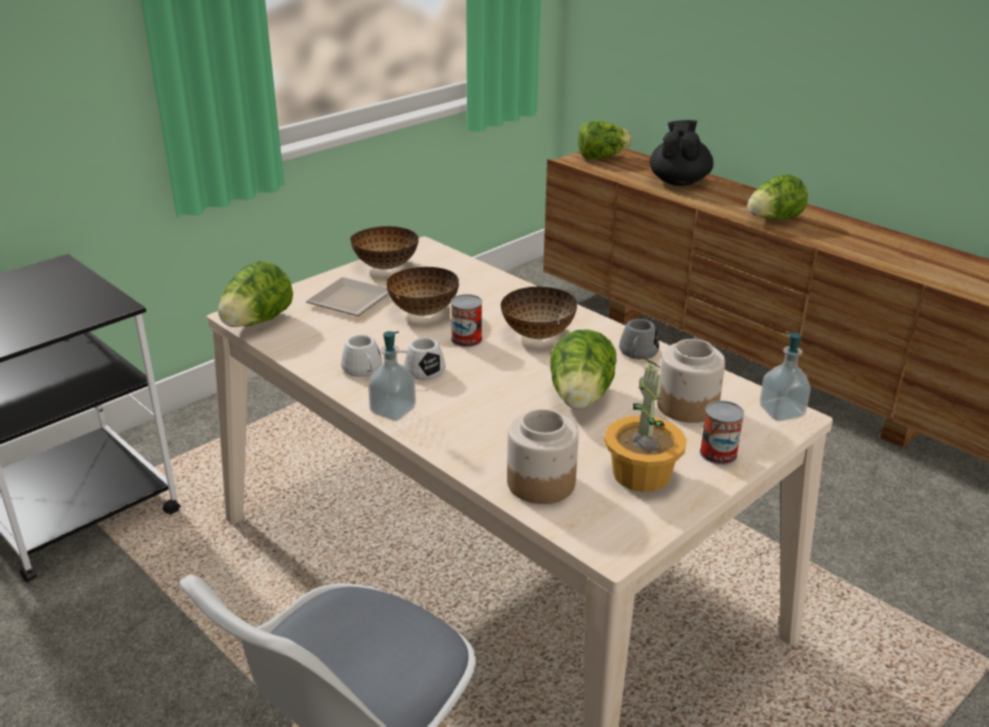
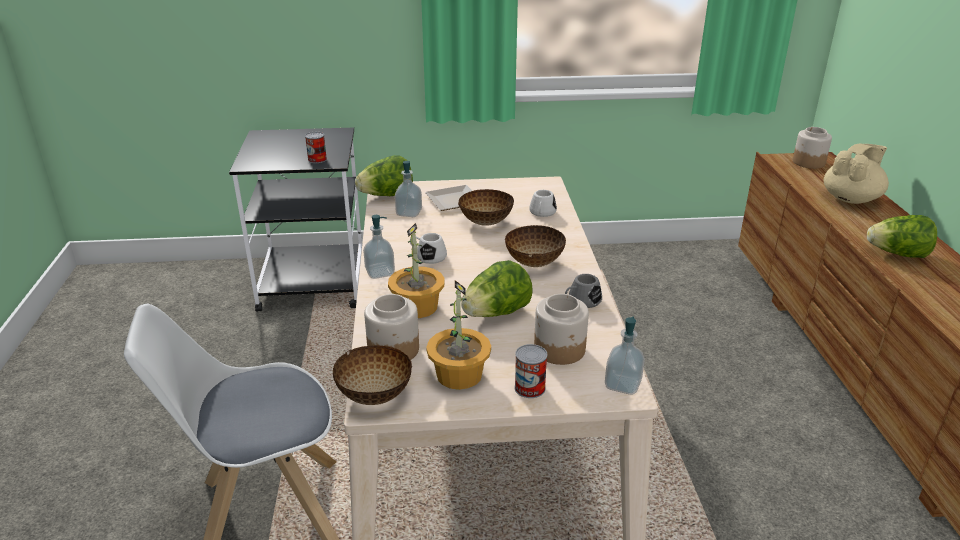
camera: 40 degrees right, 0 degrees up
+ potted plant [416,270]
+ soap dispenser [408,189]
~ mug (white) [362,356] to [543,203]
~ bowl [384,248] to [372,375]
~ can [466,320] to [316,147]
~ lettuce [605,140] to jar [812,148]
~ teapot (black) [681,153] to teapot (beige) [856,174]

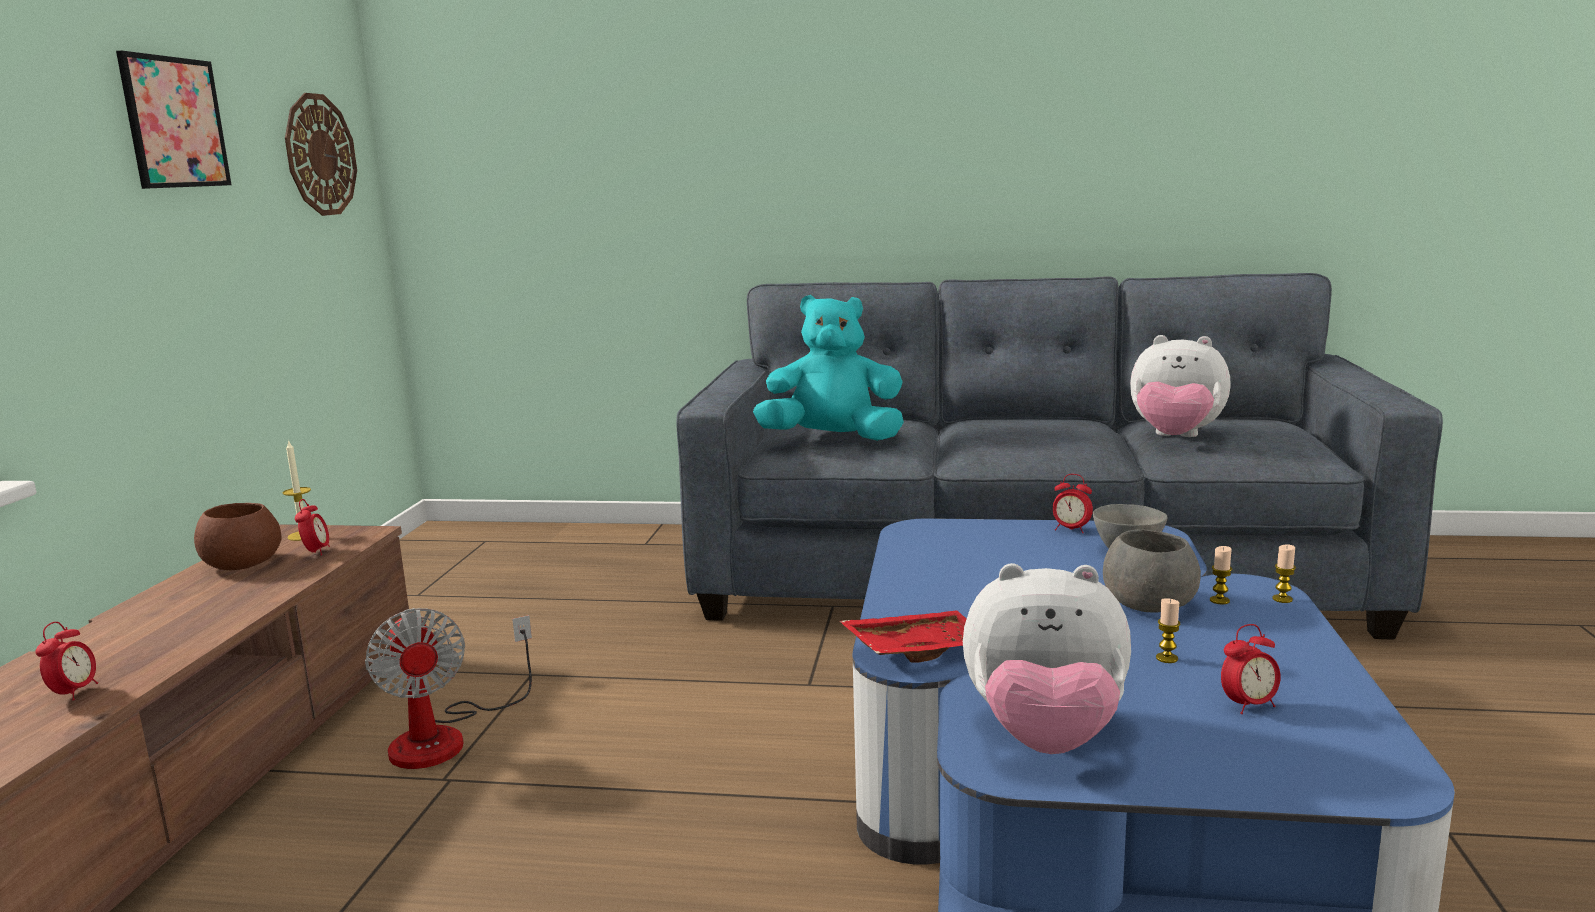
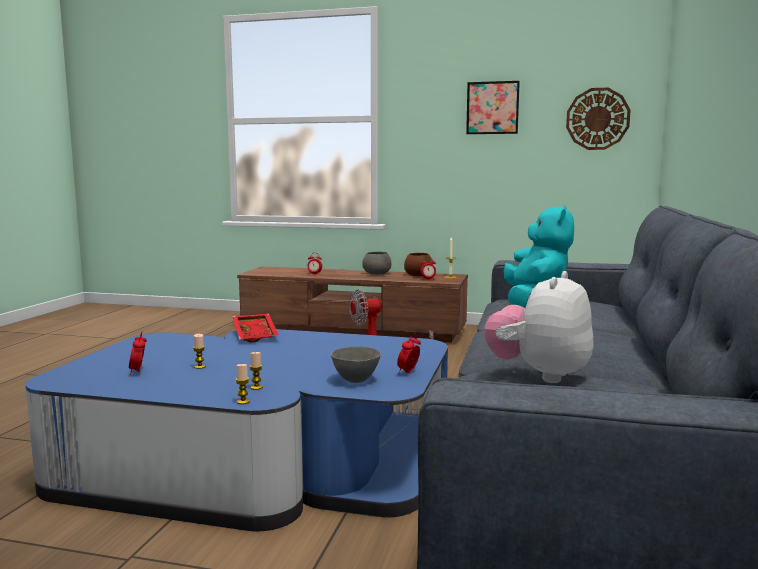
camera: 95 degrees right, 5 degrees down
- plush toy [1047,658]
~ bowl (grey) [1152,571] to [376,263]

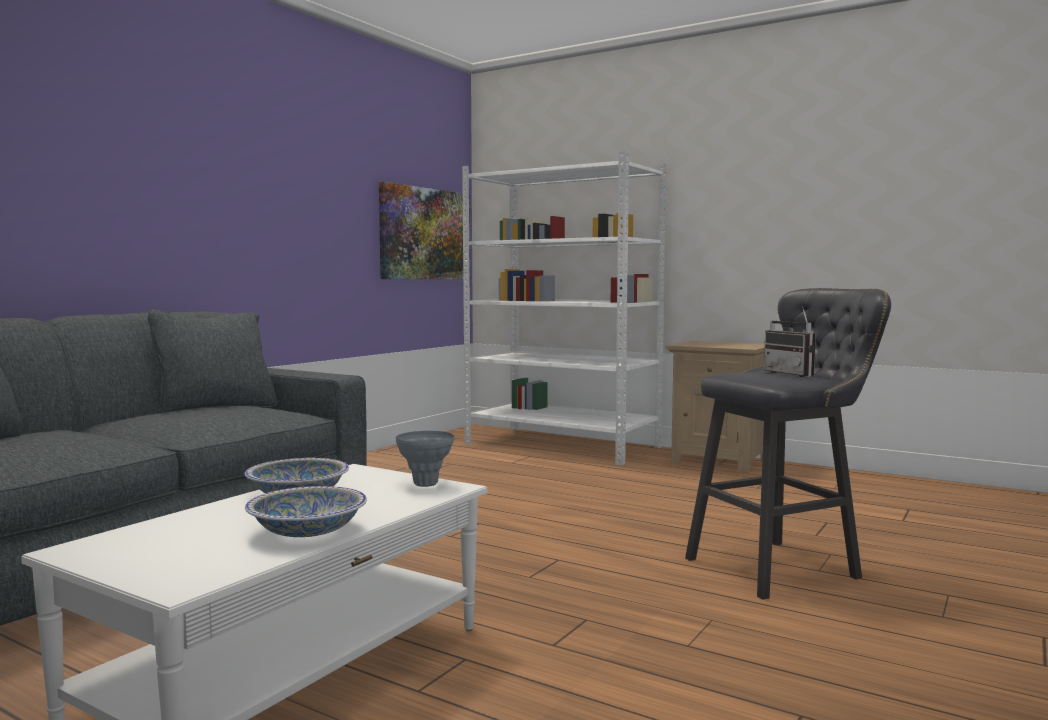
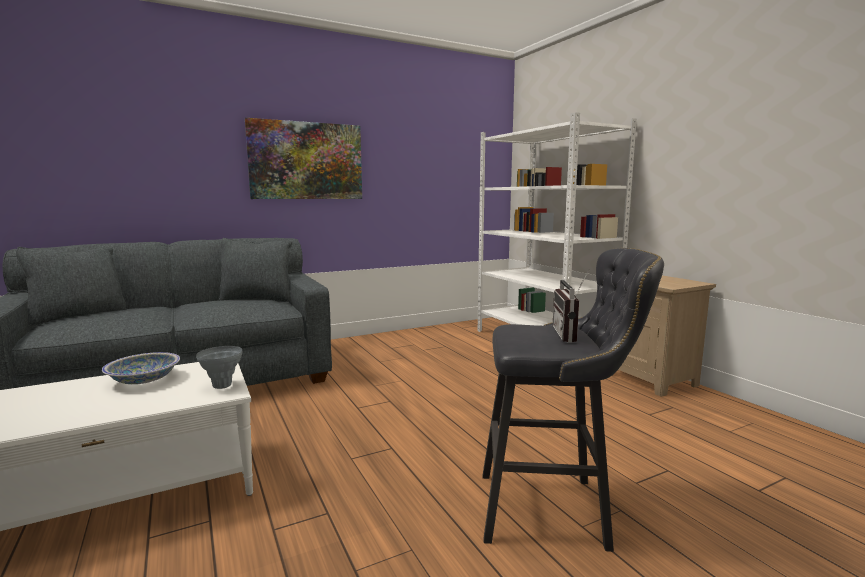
camera: 30 degrees right, 5 degrees up
- bowl [306,511]
~ picture [424,230] to [303,158]

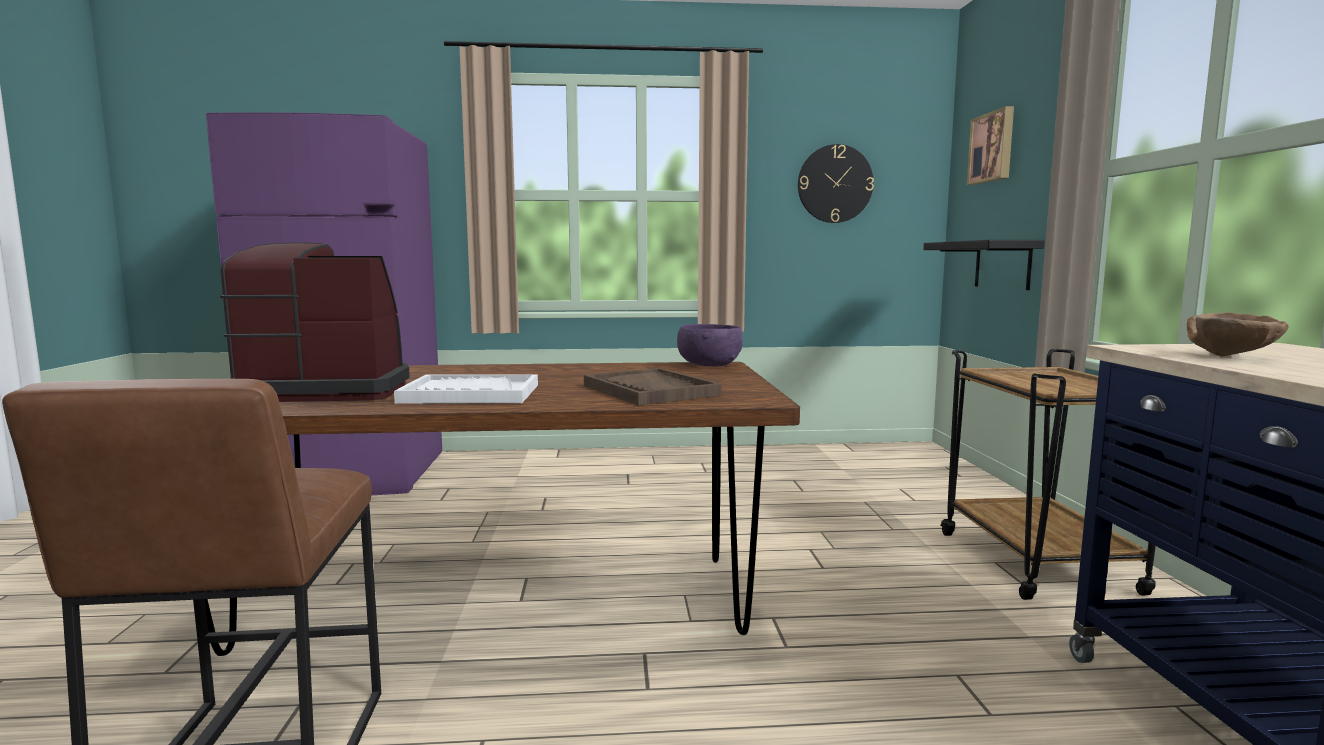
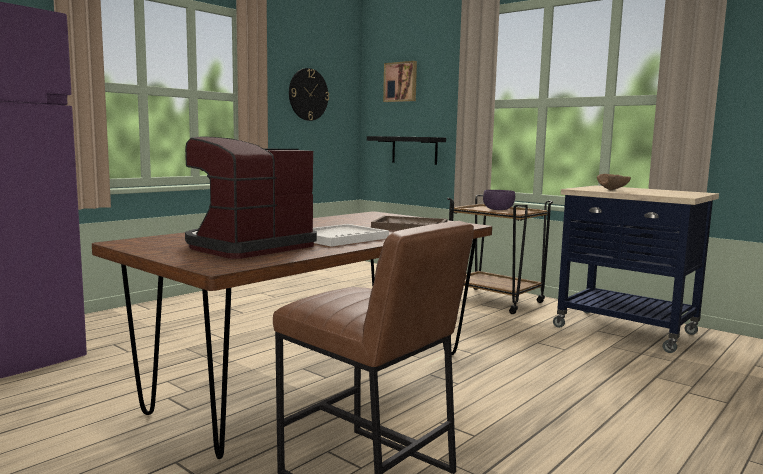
camera: 45 degrees left, 0 degrees up
~ bowl (purple) [709,345] to [499,200]

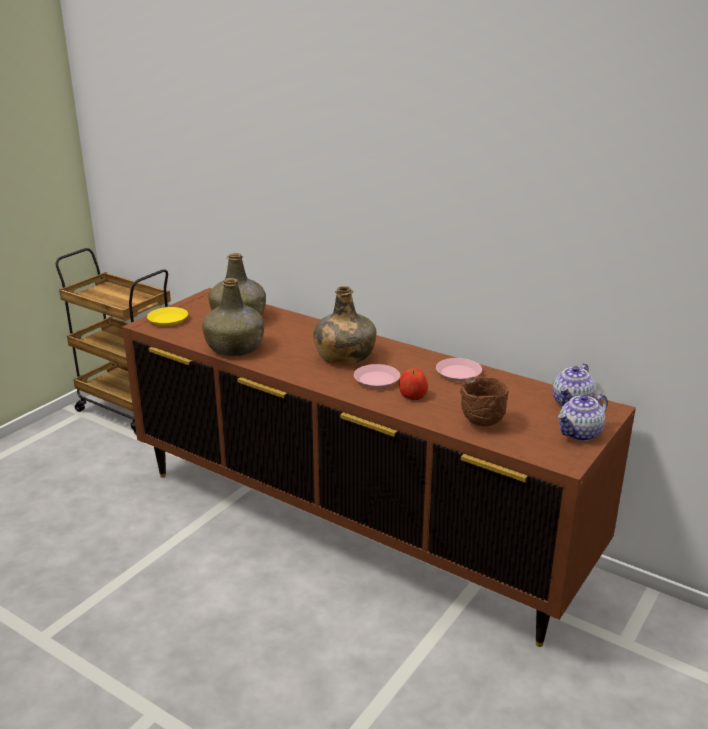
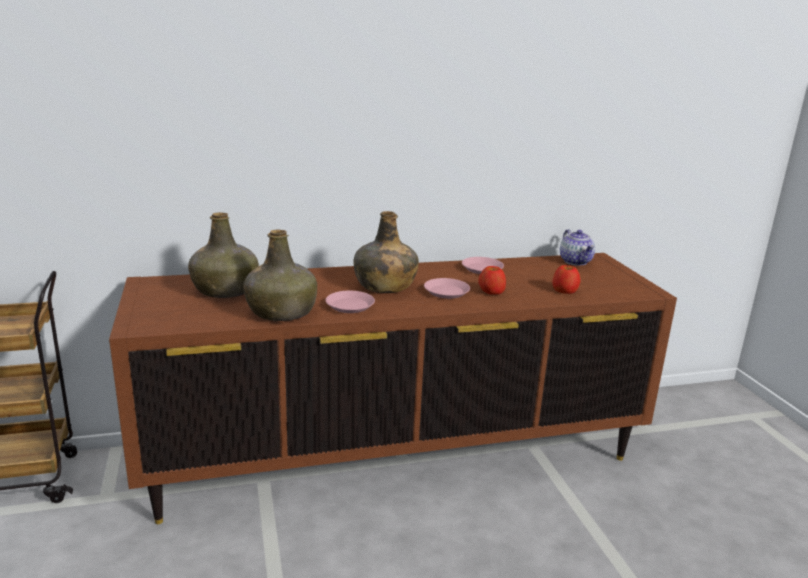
camera: 50 degrees left, 5 degrees down
- plate (yellow) [167,316]
- teapot [583,417]
+ plate (pink) [350,302]
~ bowl (brown) [484,402] to apple [566,279]

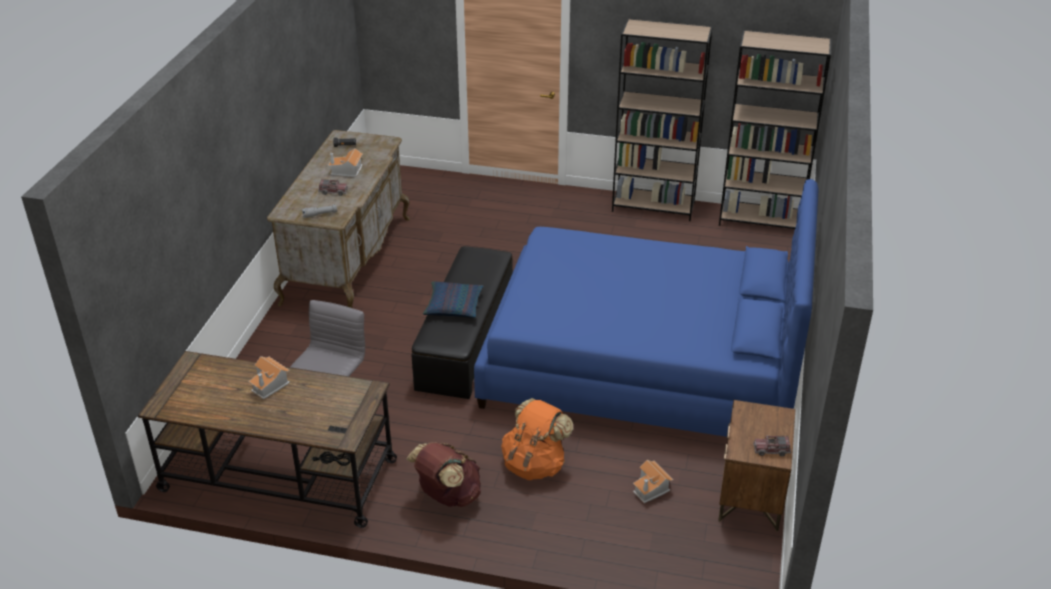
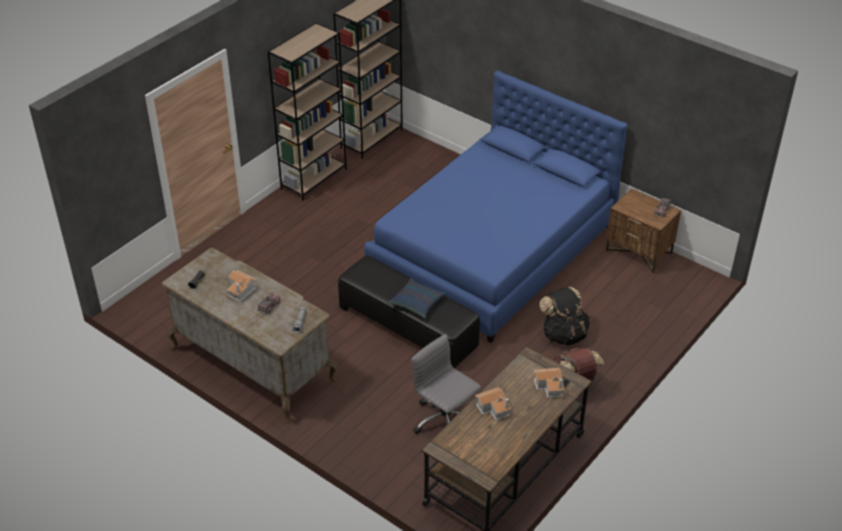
camera: 65 degrees left, 5 degrees up
~ toy house [653,481] to [549,383]
~ backpack (orange) [537,439] to backpack (black) [564,316]

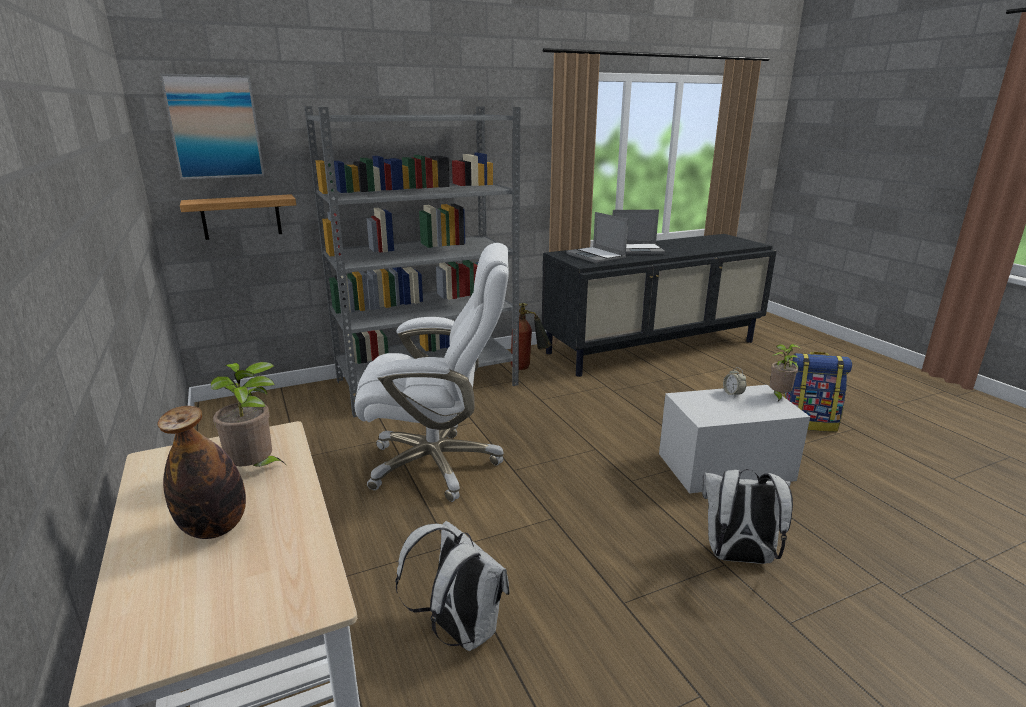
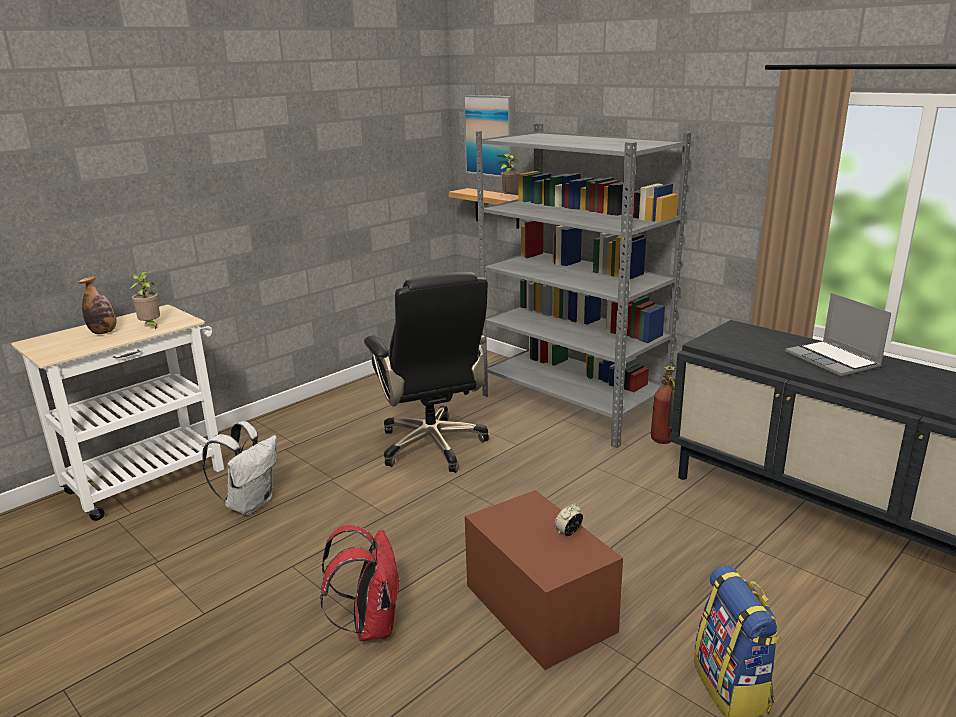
camera: 70 degrees right, 0 degrees up
- laptop [597,237]
~ potted plant [785,373] to [508,175]
~ office chair (white) [432,372] to office chair (black) [426,372]
~ storage box (white) [734,439] to storage box (brown) [544,580]
~ backpack (white) [747,516] to backpack (red) [360,583]

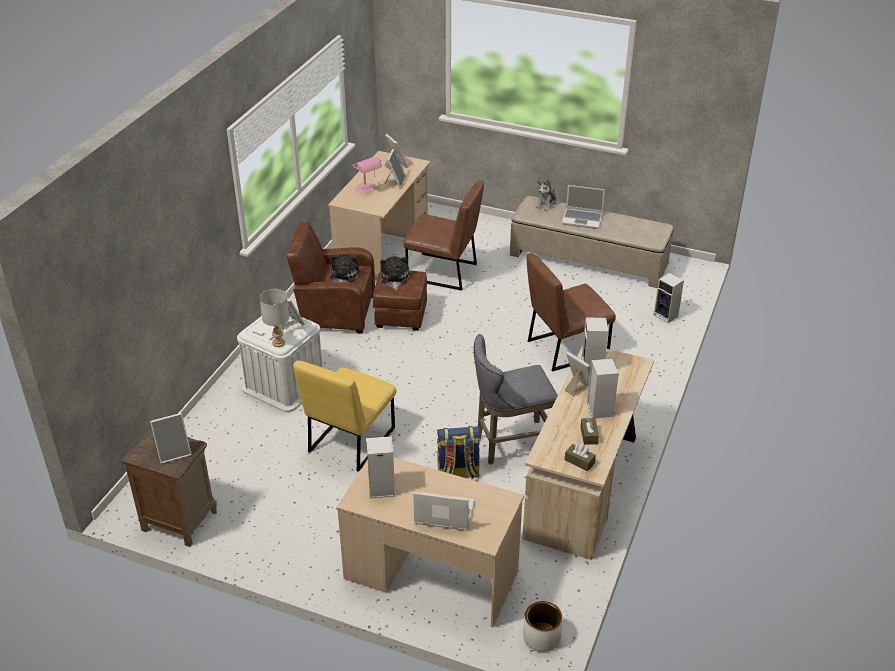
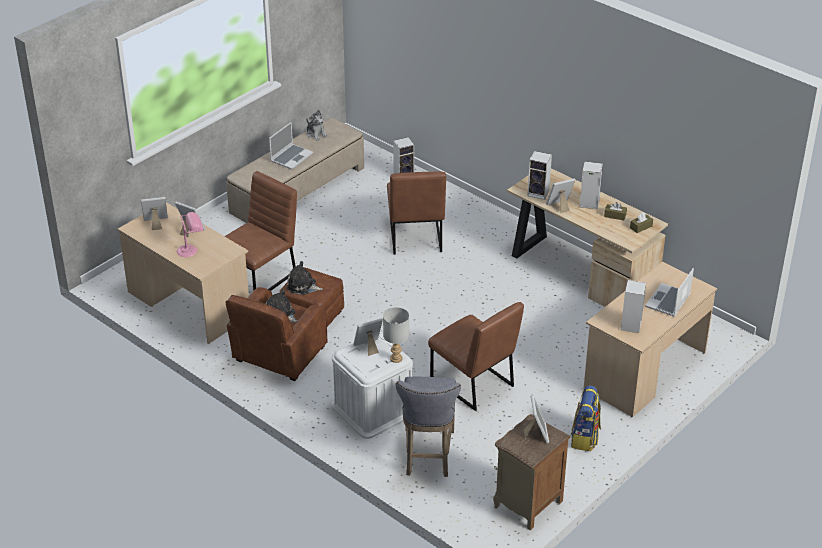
camera: 70 degrees left, 0 degrees up
- planter (white) [543,626]
~ backpack [459,452] to [586,418]
~ stool (grey) [515,399] to [428,427]
~ plush toy [545,196] to [317,125]
~ chair (yellow) [344,416] to chair (brown) [476,356]

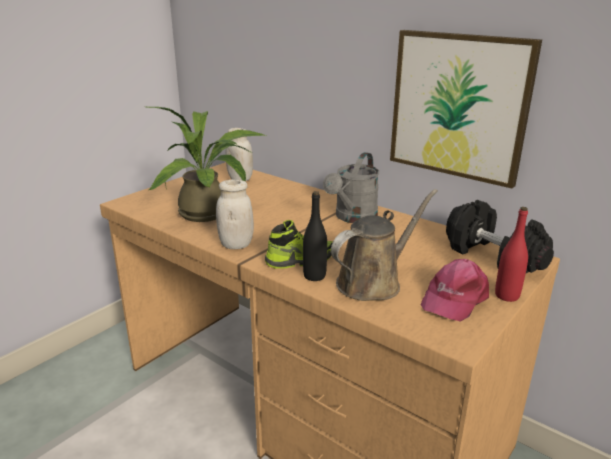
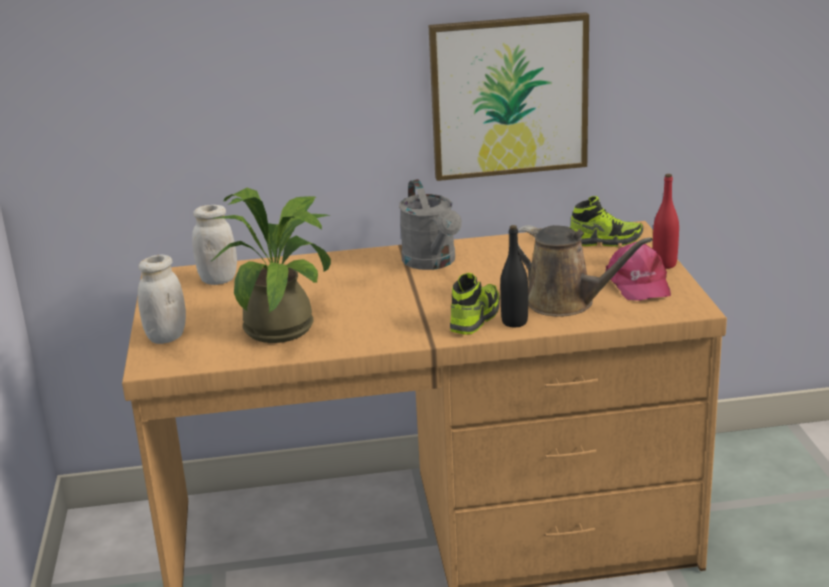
camera: 45 degrees left, 0 degrees up
~ jar (white) [235,214] to [162,299]
~ dumbbell (black) [500,236] to shoe [606,221]
~ watering can (brown) [384,245] = [585,271] 120 degrees clockwise

